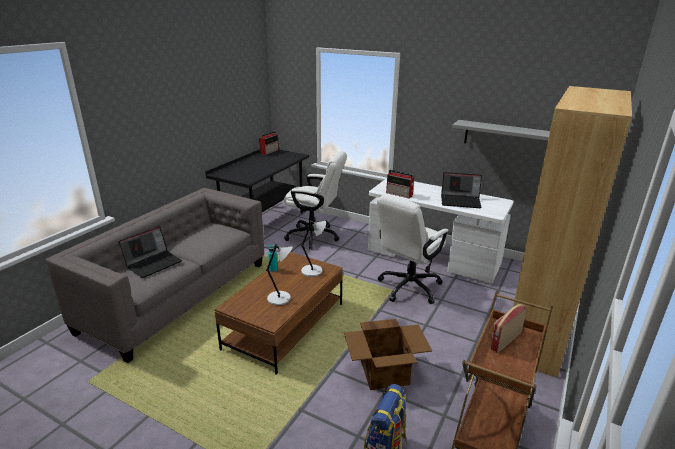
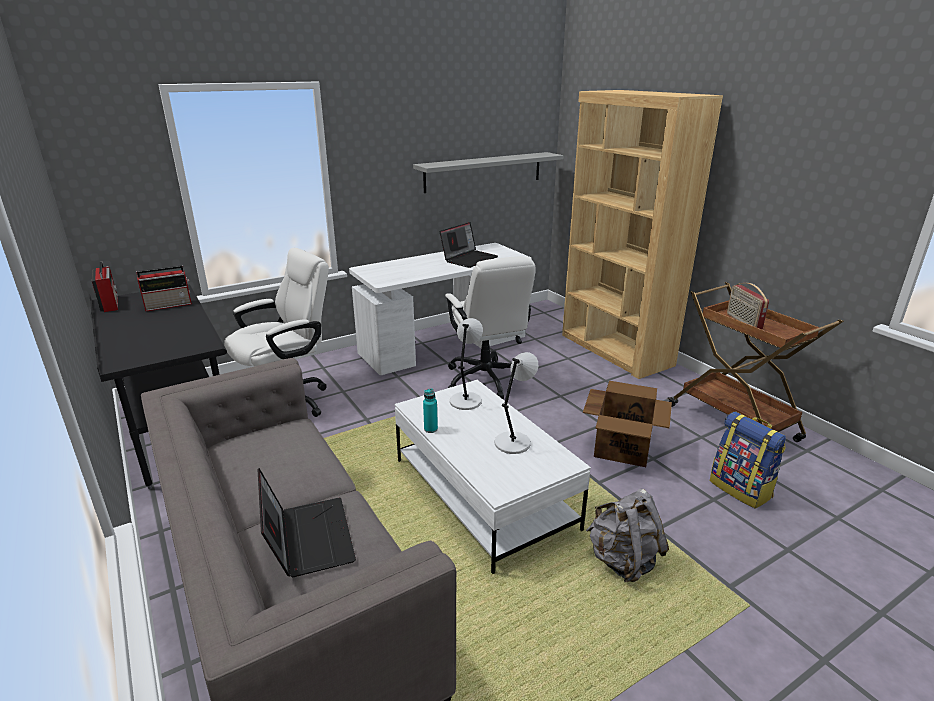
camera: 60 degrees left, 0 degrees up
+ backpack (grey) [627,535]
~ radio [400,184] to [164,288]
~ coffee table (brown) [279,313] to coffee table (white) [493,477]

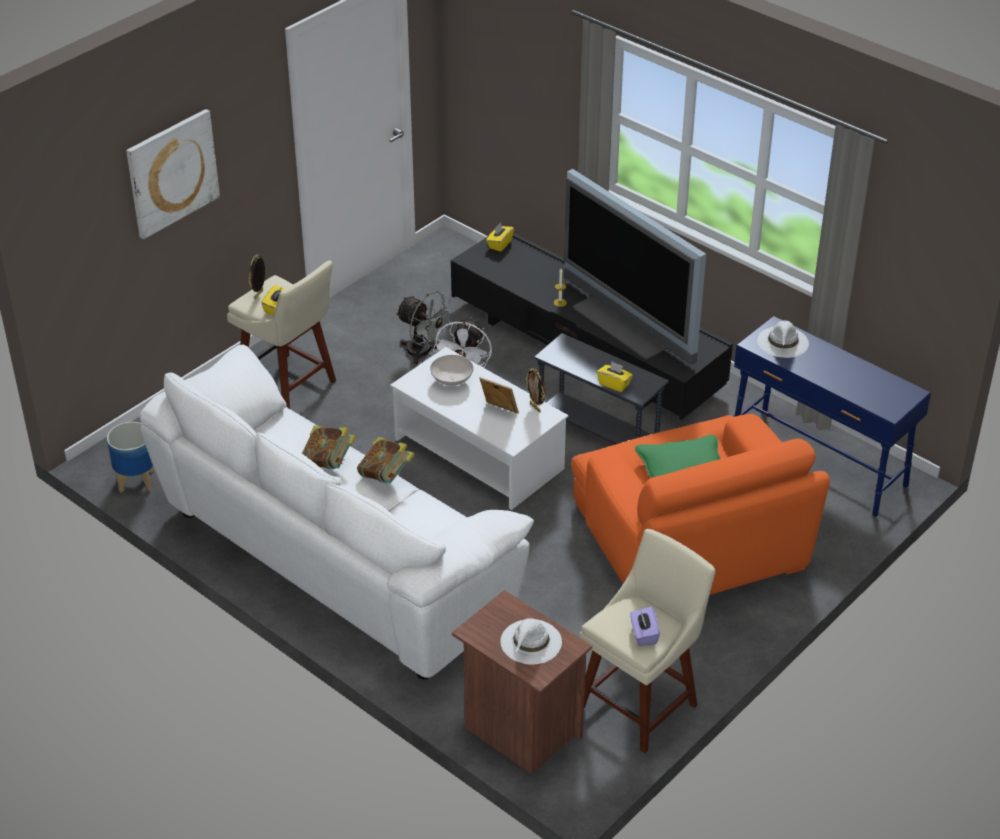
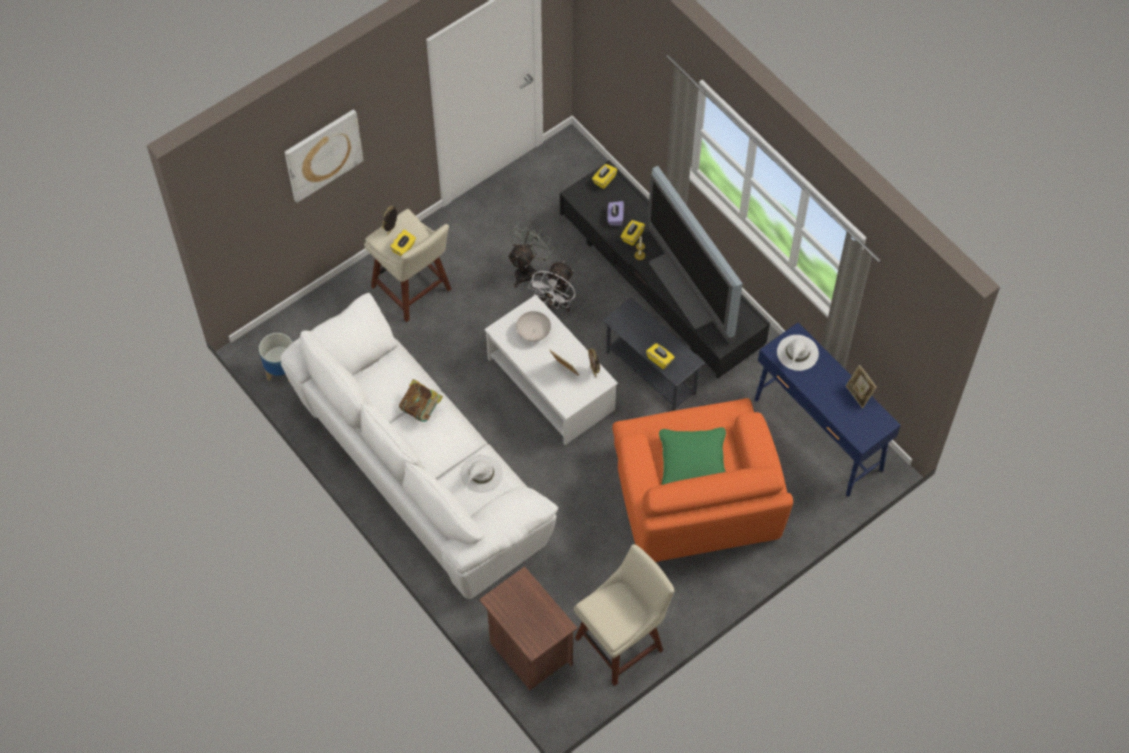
camera: 10 degrees right, 20 degrees up
- book [386,460]
+ tissue box (yellow) [633,233]
+ picture frame [861,387]
~ hat (white) [531,641] to [482,474]
~ tissue box (purple) [645,626] to [615,213]
~ fan (grey) [425,328] = [530,255] 105 degrees counterclockwise

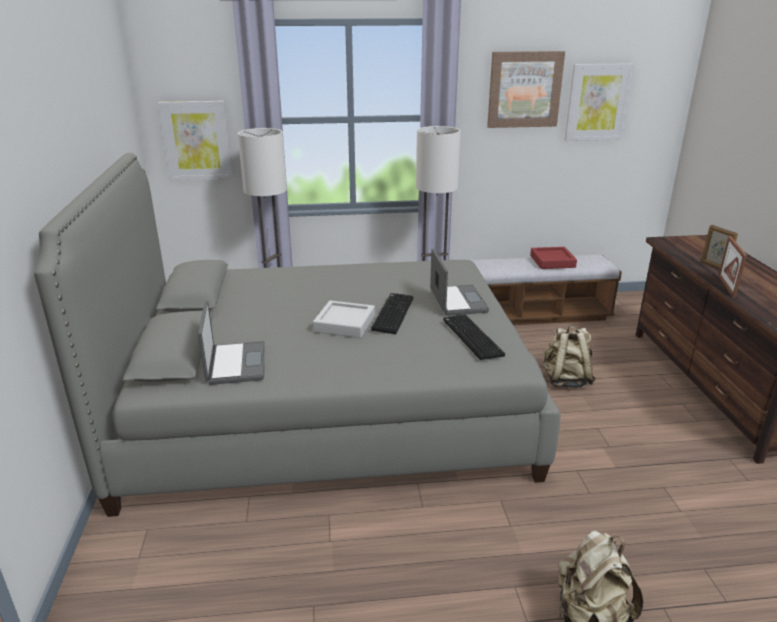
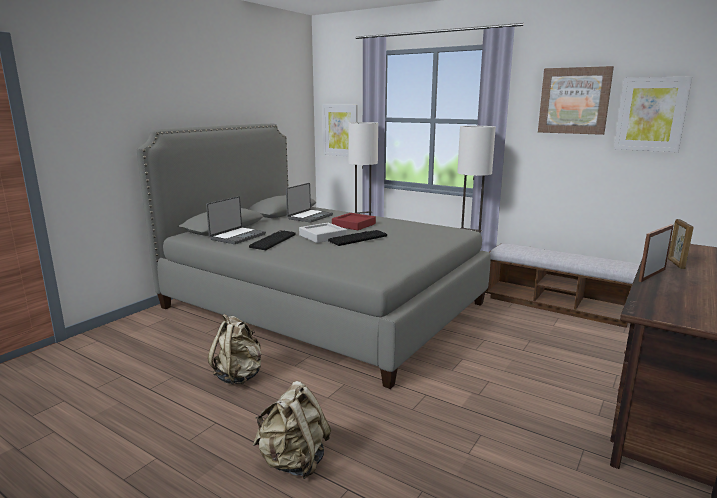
camera: 40 degrees right, 10 degrees down
~ laptop [459,282] to [309,202]
~ keyboard [474,337] to [272,240]
~ tray (red) [553,258] to [354,221]
~ backpack (beige) [569,357] to [235,349]

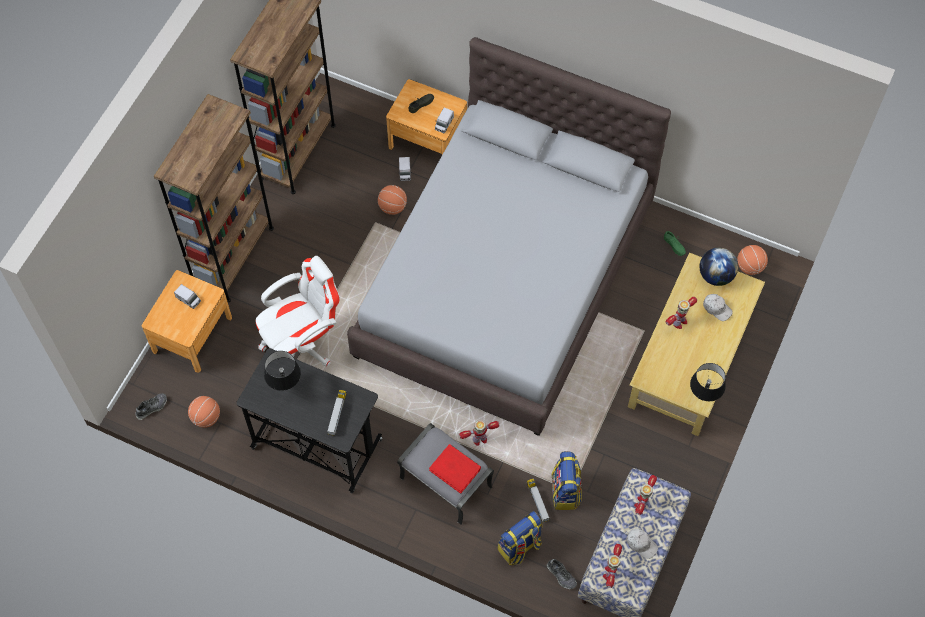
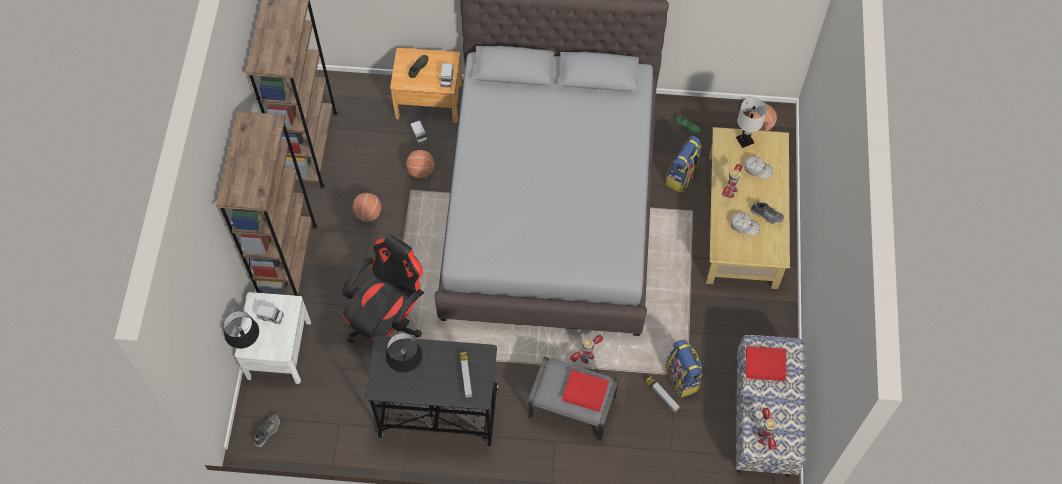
camera: 20 degrees left, 0 degrees up
~ basketball [204,412] to [366,207]
~ backpack [520,538] to [683,164]
~ shoe [562,574] to [767,212]
~ cap (white) [642,544] to [745,224]
~ table lamp (black) [708,382] to [241,330]
~ toy robot [645,495] to book (red) [766,363]
~ globe [719,267] to table lamp (white) [751,122]
~ nightstand (brown) [187,321] to nightstand (white) [273,338]
~ office chair (white) [298,311] to office chair (black) [383,288]

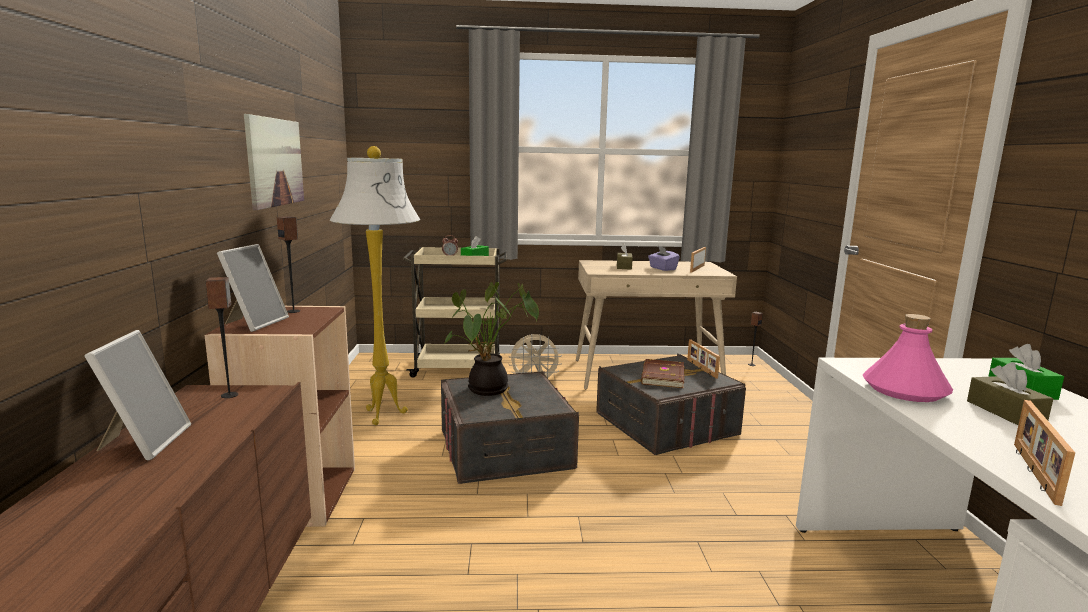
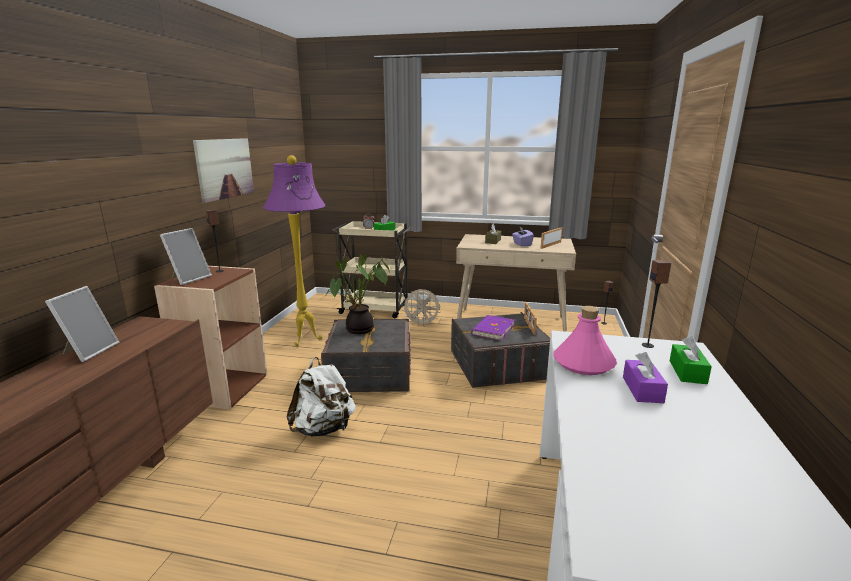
camera: 15 degrees right, 5 degrees up
- picture frame [1044,453]
+ backpack (white) [321,397]
~ speaker [222,337] to [656,304]
~ floor lamp (white) [375,285] to floor lamp (purple) [294,250]
~ book (brown) [663,373] to book (purple) [493,327]
~ tissue box (brown) [1010,393] to tissue box (purple) [645,377]

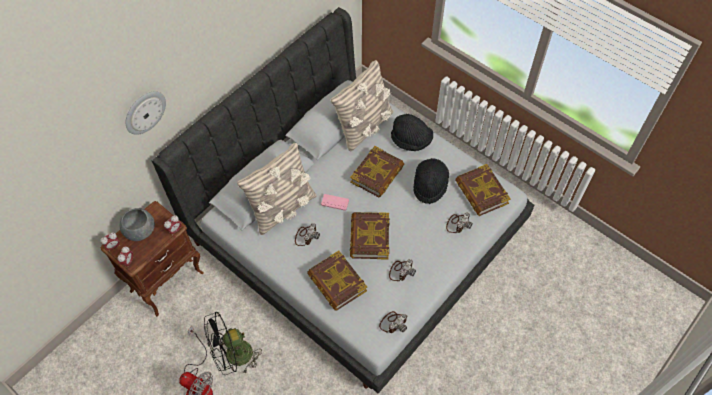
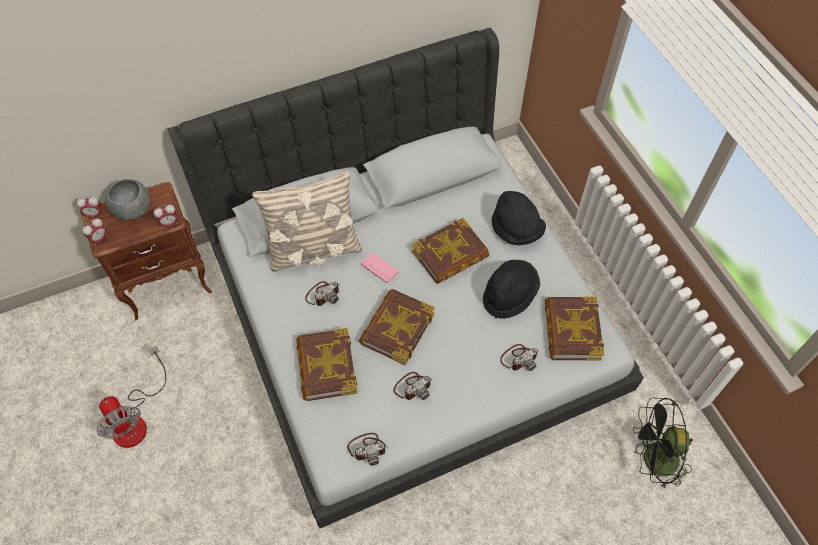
camera: 25 degrees right, 0 degrees up
- wall clock [146,113]
- pillow (beige) [362,106]
~ fan (black) [233,343] to [663,443]

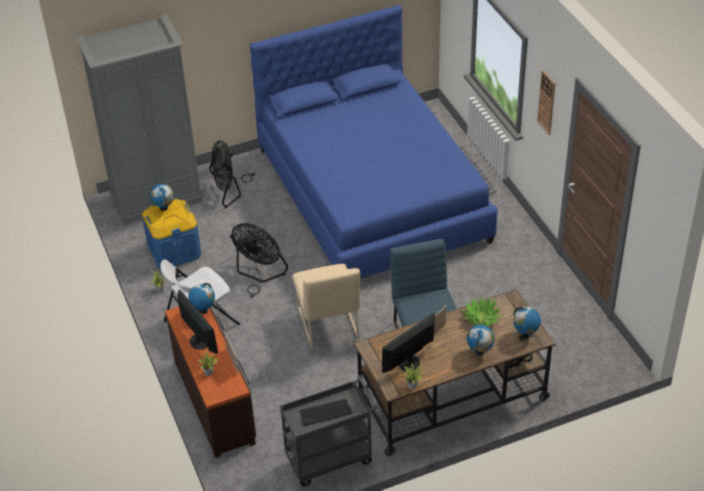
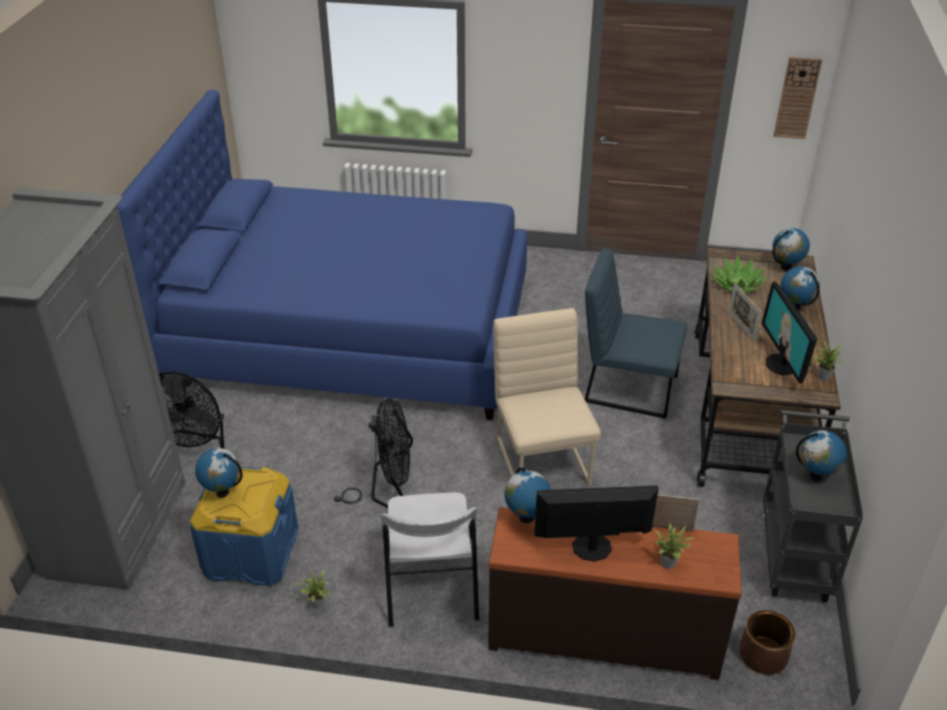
camera: 60 degrees left, 5 degrees down
+ planter (brown) [767,642]
~ wall clock [546,102] to [798,98]
~ keyboard [325,412] to globe [821,455]
~ fan (black) [259,260] = [373,453] 120 degrees clockwise
~ chair (beige) [326,306] = [547,397] 120 degrees counterclockwise

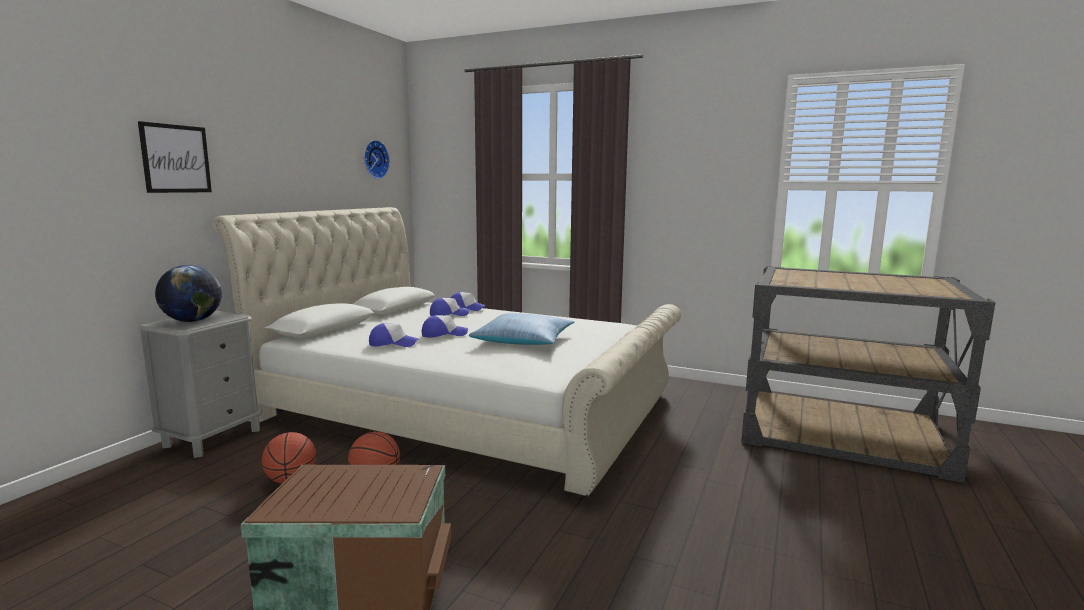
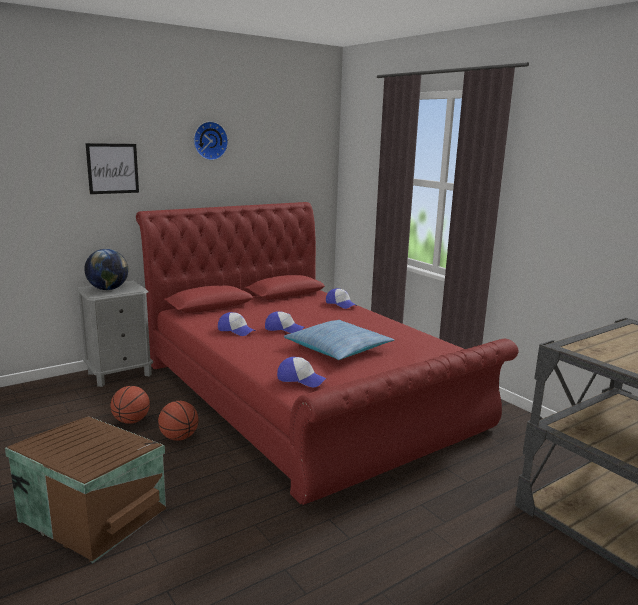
camera: 30 degrees right, 5 degrees up
~ wall clock [377,159] to [210,140]
~ cap [450,307] to [301,372]
~ bed (beige) [446,352] to bed (red) [327,353]

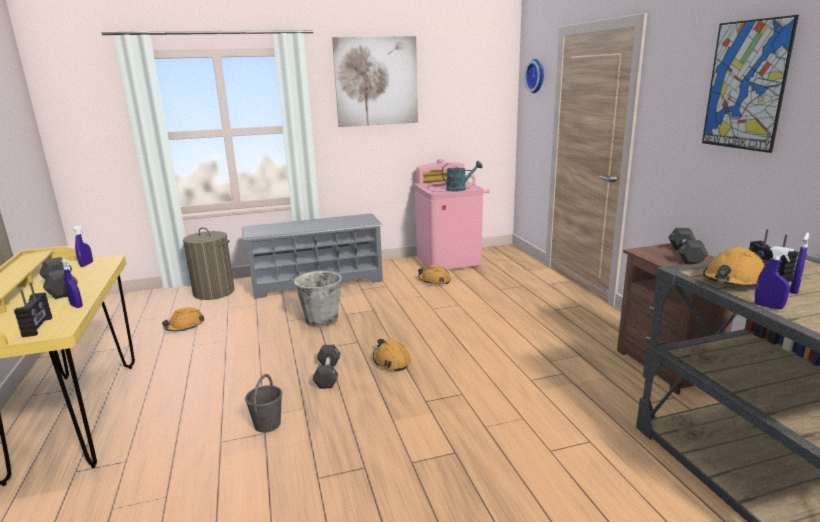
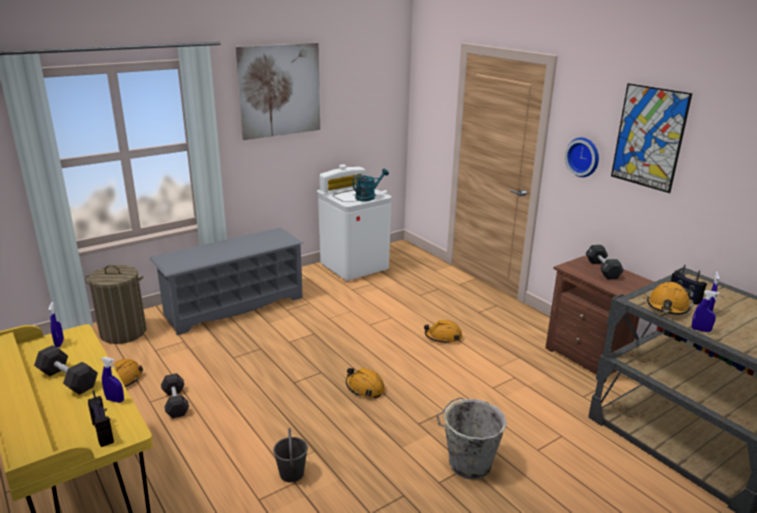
camera: 20 degrees left, 5 degrees up
~ bucket (grey) [315,298] to [471,438]
~ dumbbell (black) [326,367] to [175,395]
~ hard hat (orange) [434,275] to [443,332]
~ wall clock [534,76] to [582,157]
~ washing machine (pink) [452,214] to washing machine (white) [354,222]

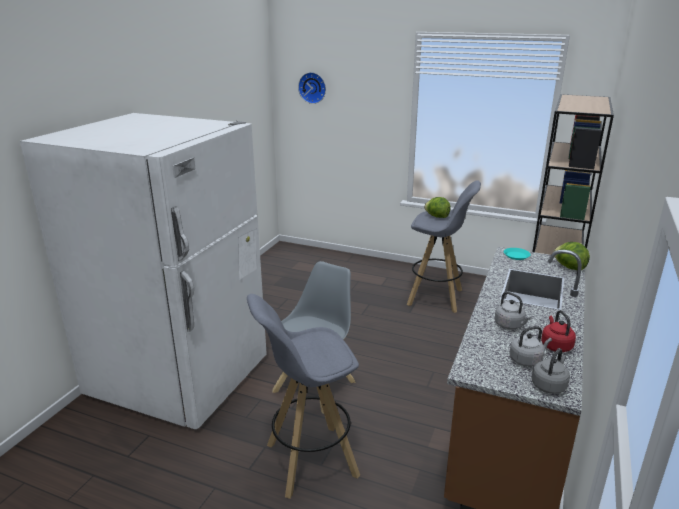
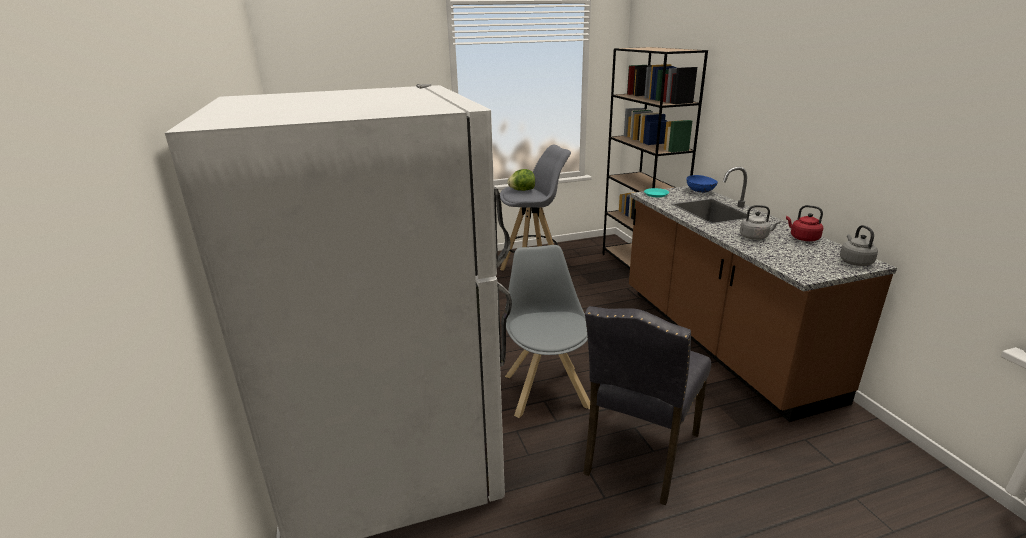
camera: 40 degrees left, 0 degrees up
- wall clock [312,88]
- kettle (grey) [530,346]
~ stool (grey) [303,396] to chair (grey) [647,406]
~ lettuce [571,256] to bowl (blue) [702,184]

